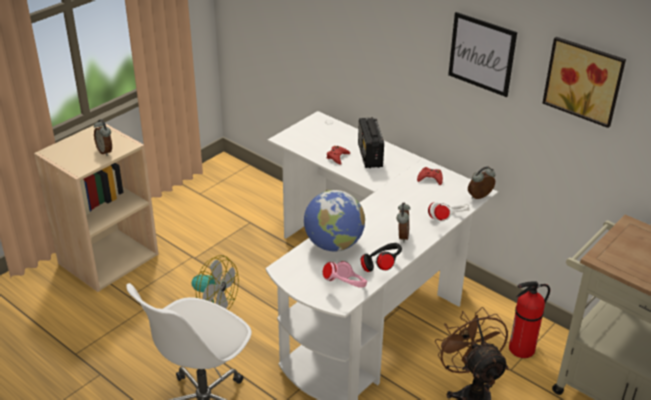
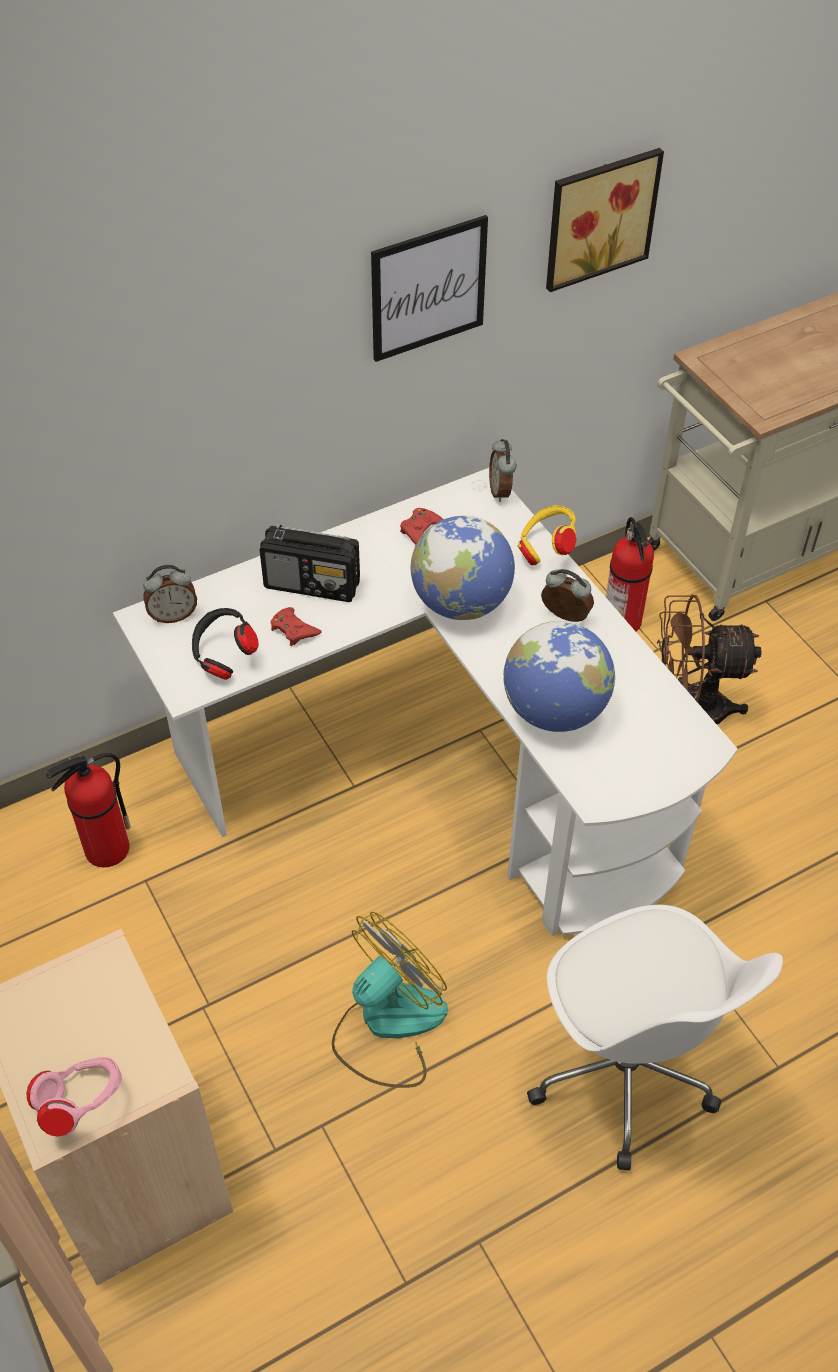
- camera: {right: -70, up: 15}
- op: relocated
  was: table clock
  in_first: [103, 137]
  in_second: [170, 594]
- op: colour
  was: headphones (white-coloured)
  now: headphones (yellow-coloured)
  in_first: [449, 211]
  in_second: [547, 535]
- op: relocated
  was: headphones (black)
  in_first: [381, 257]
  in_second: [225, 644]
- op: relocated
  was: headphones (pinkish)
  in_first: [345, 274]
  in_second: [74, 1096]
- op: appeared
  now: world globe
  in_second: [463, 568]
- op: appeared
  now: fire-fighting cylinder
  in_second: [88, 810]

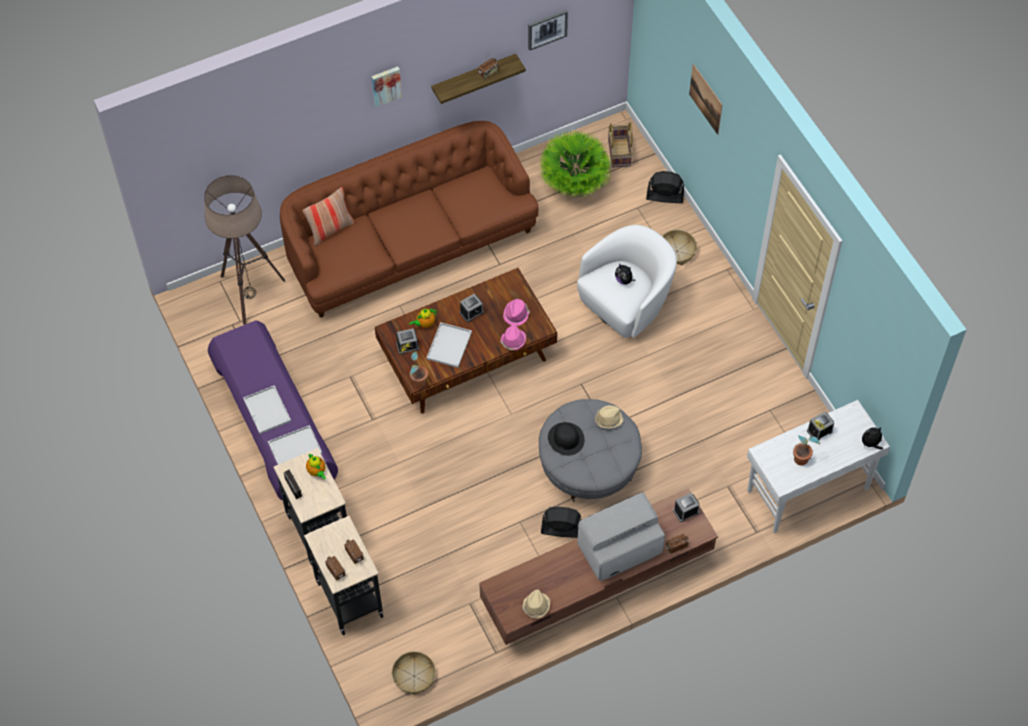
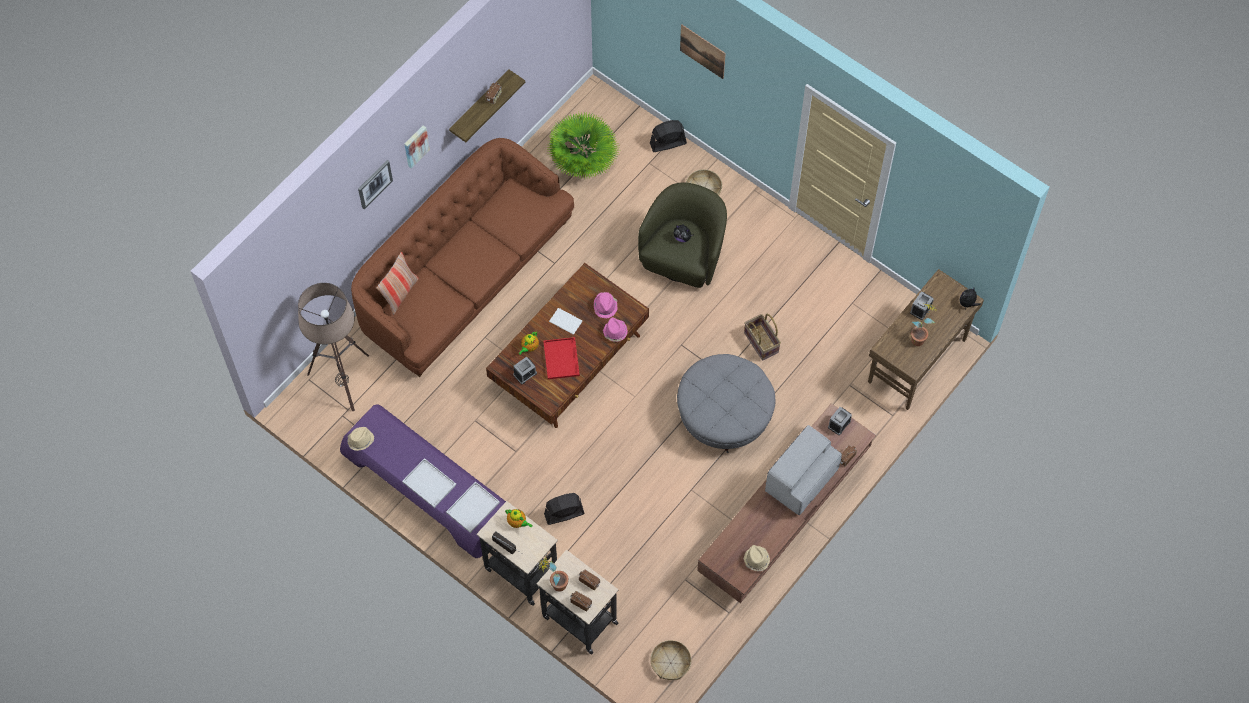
- camera: {right: -25, up: 5}
- op: relocated
  was: picture
  in_first: [548, 30]
  in_second: [375, 184]
- op: relocated
  was: household basket
  in_first: [620, 145]
  in_second: [762, 337]
- op: colour
  was: easy chair (white-coloured)
  now: easy chair (green-coloured)
  in_first: [627, 281]
  in_second: [682, 235]
- op: exchanged
  was: table clock
  now: bound book (white-coloured)
  in_first: [472, 308]
  in_second: [565, 321]
- op: colour
  was: serving tray (white-coloured)
  now: serving tray (reddish)
  in_first: [449, 345]
  in_second: [561, 358]
- op: relocated
  was: houseplant
  in_first: [413, 365]
  in_second: [553, 574]
- op: colour
  was: hall table (white-coloured)
  now: hall table (brown)
  in_first: [818, 466]
  in_second: [926, 339]
- op: relocated
  was: hat (beige)
  in_first: [609, 417]
  in_second: [360, 439]
- op: missing
  was: hat (black)
  in_first: [566, 439]
- op: relocated
  was: fan (black)
  in_first: [561, 522]
  in_second: [564, 509]

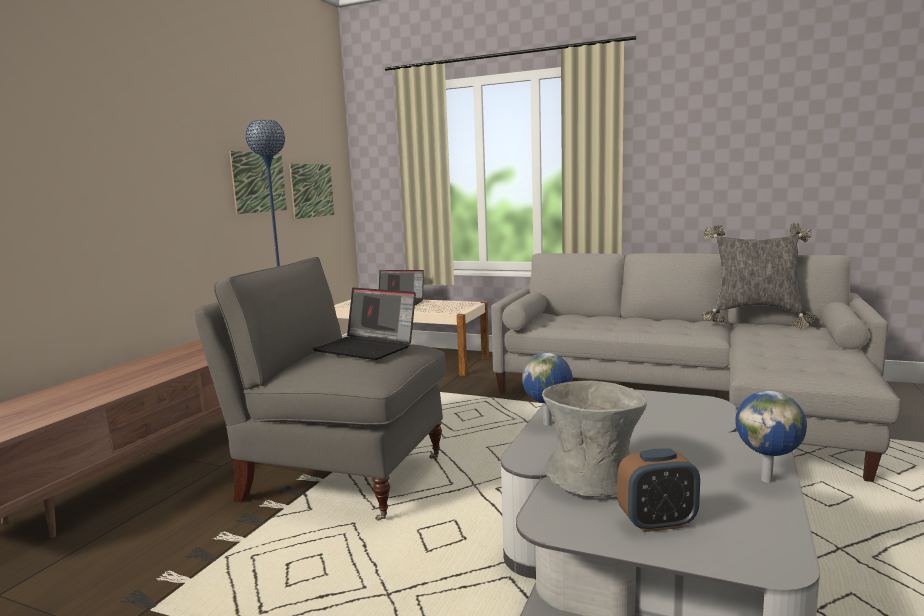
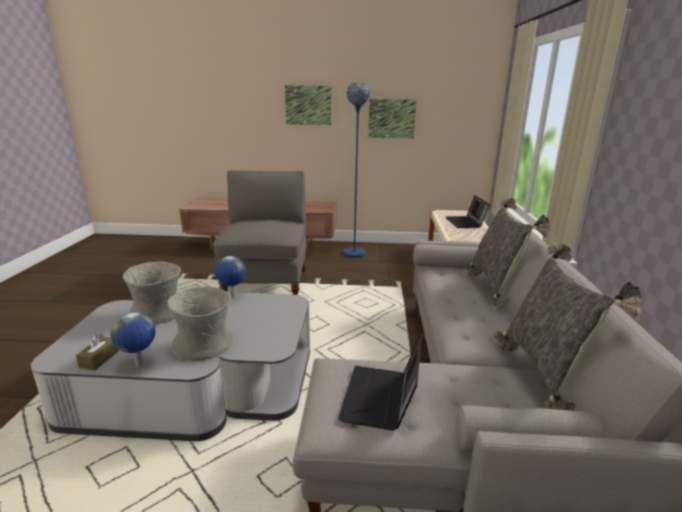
- camera: {right: 70, up: 10}
- op: relocated
  was: picture
  in_first: [311, 191]
  in_second: [308, 105]
- op: relocated
  was: notebook computer
  in_first: [364, 324]
  in_second: [380, 382]
- op: missing
  was: table clock
  in_first: [658, 490]
- op: appeared
  now: pillow
  in_second: [507, 253]
- op: appeared
  now: vase (gray)
  in_second: [200, 324]
- op: appeared
  now: tissue holder (brown)
  in_second: [97, 351]

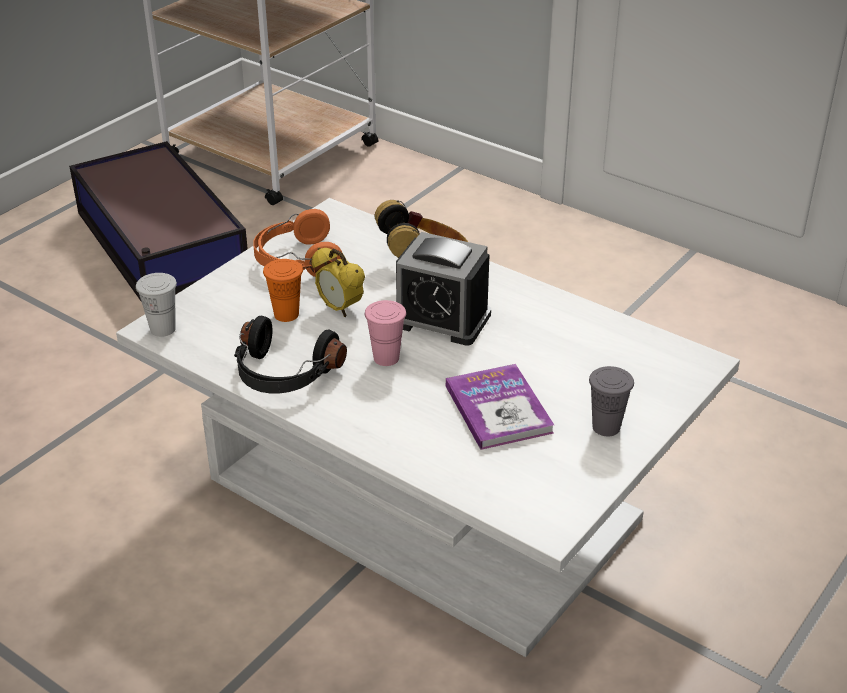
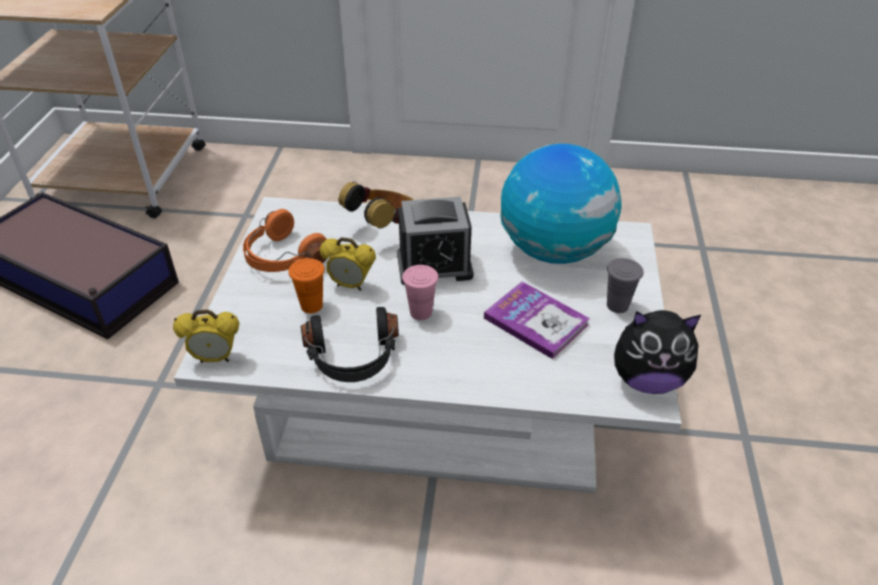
- camera: {right: -30, up: 5}
- op: exchanged
  was: small cup (white-coloured)
  now: table clock
  in_first: [156, 305]
  in_second: [206, 336]
- op: appeared
  now: world globe
  in_second: [561, 204]
- op: appeared
  now: plush toy
  in_second: [657, 352]

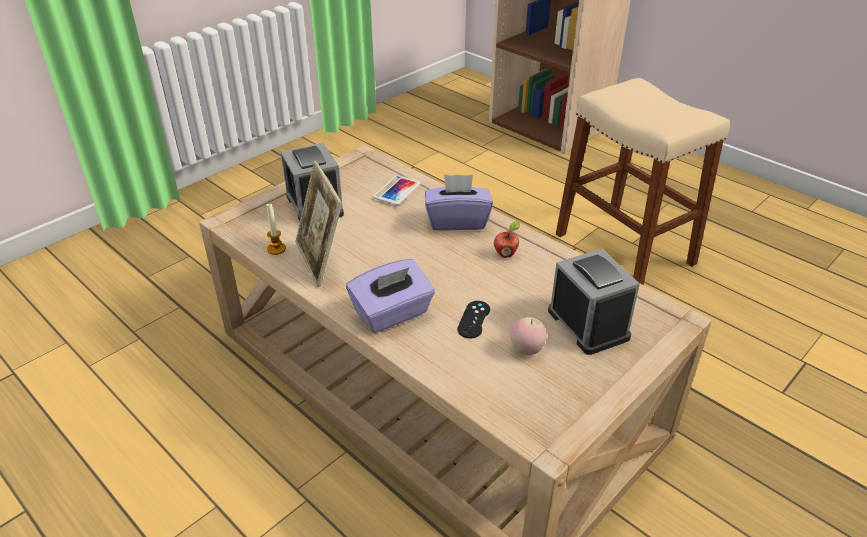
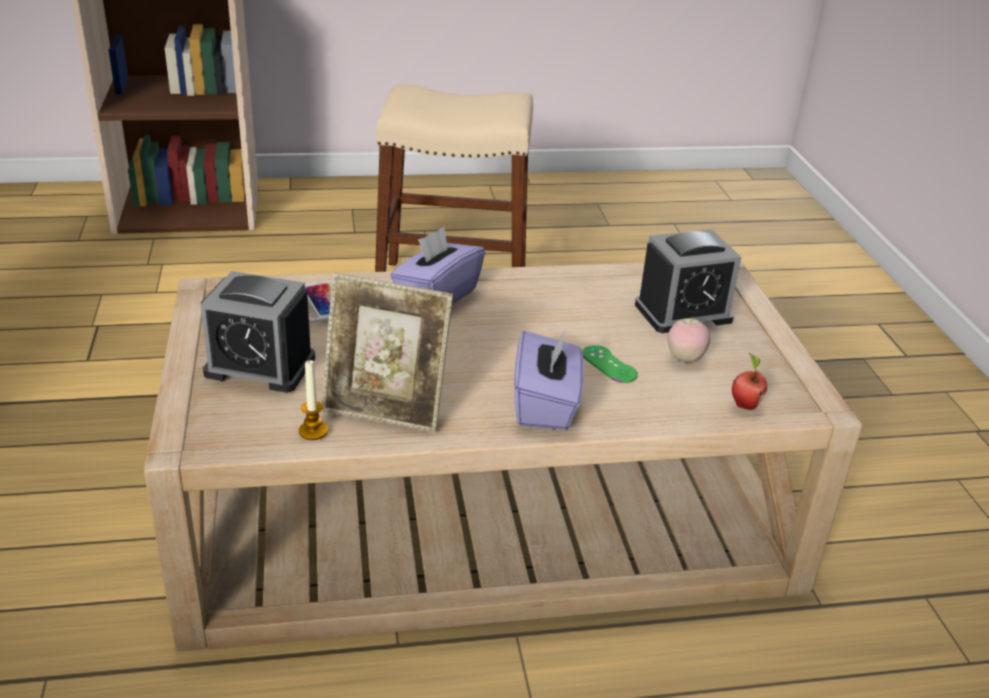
- camera: {right: -55, up: -5}
- op: relocated
  was: whole apple
  in_first: [507, 240]
  in_second: [749, 381]
- op: spun
  was: table clock
  in_first: [594, 302]
  in_second: [688, 281]
  clockwise: 150
- op: colour
  was: gamepad (black)
  now: gamepad (green-coloured)
  in_first: [473, 319]
  in_second: [610, 364]

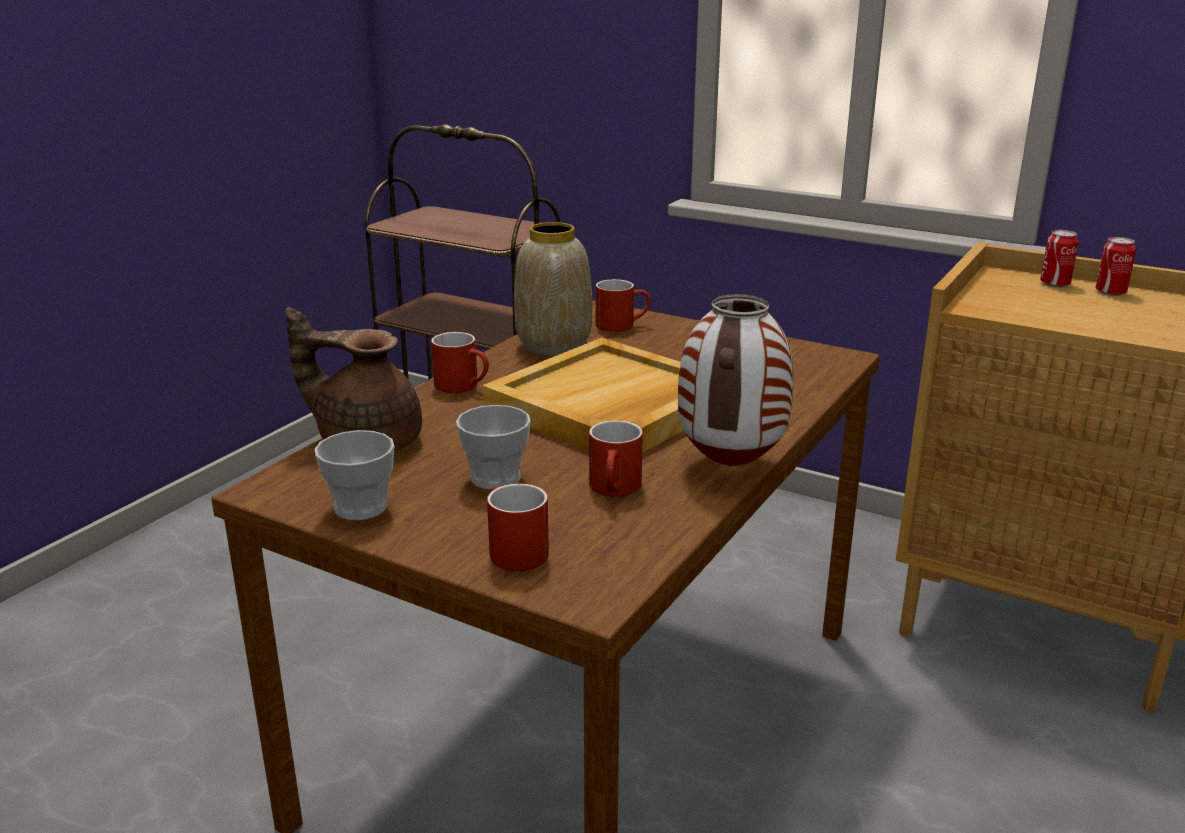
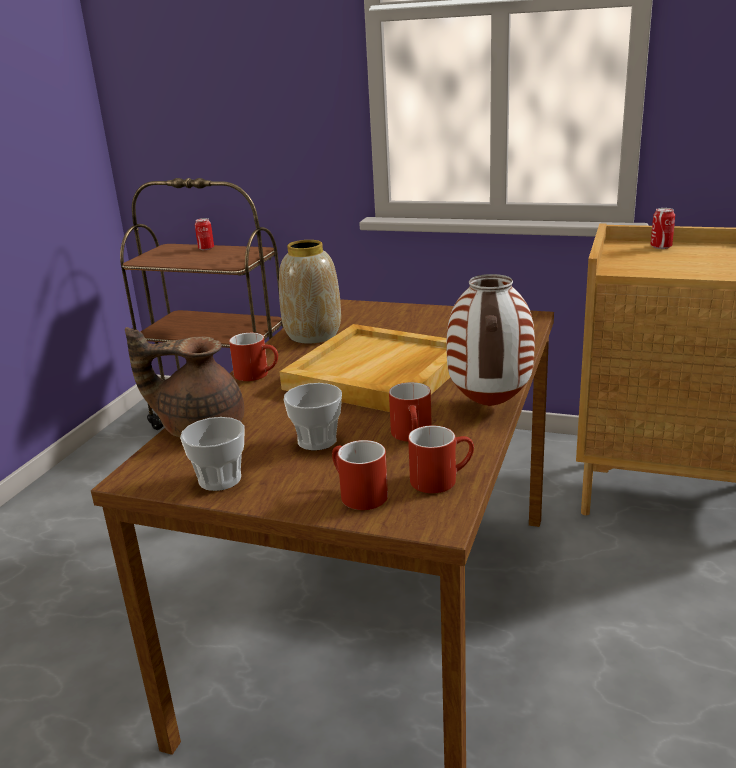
- camera: {right: -10, up: 0}
- op: relocated
  was: metal can
  in_first: [1116, 266]
  in_second: [204, 234]
- op: relocated
  was: mug (reddish)
  in_first: [623, 305]
  in_second: [441, 459]

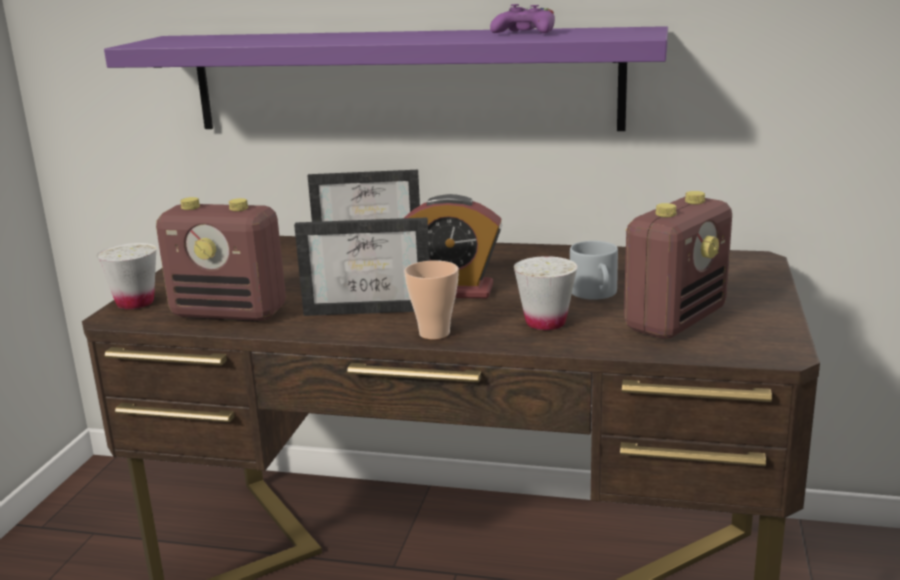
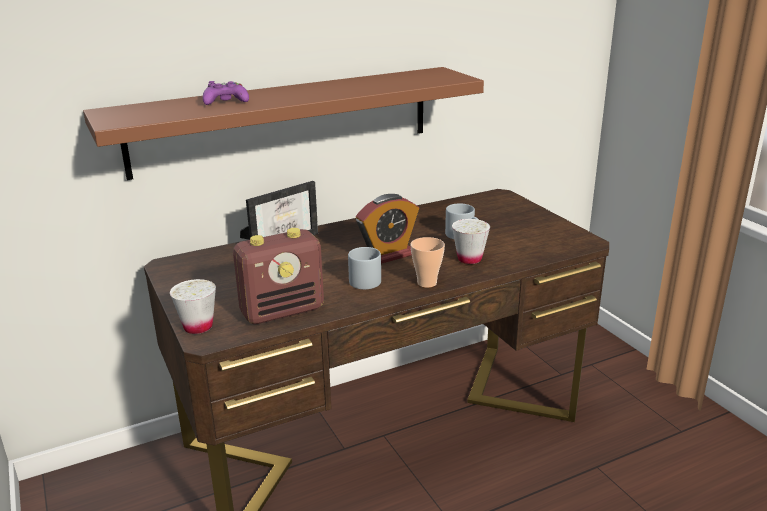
- camera: {right: -40, up: 5}
- op: relocated
  was: gamepad (purple)
  in_first: [522, 18]
  in_second: [226, 93]
- op: colour
  was: shelf (purple)
  now: shelf (brown)
  in_first: [386, 78]
  in_second: [283, 123]
- op: missing
  was: radio set
  in_first: [678, 265]
- op: exchanged
  was: standing frame
  now: mug (gray)
  in_first: [362, 266]
  in_second: [364, 268]

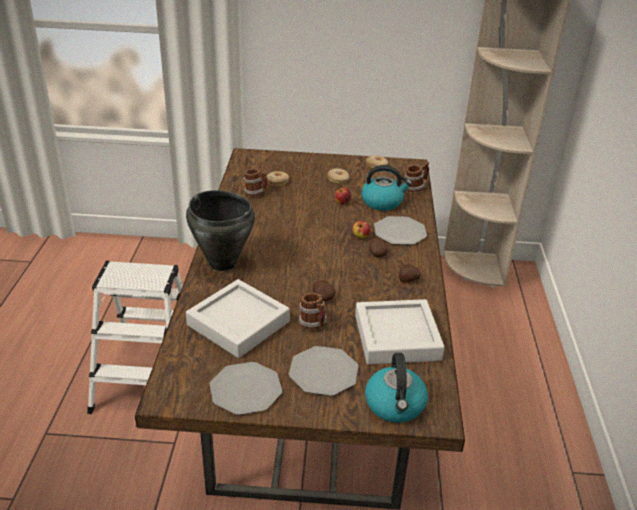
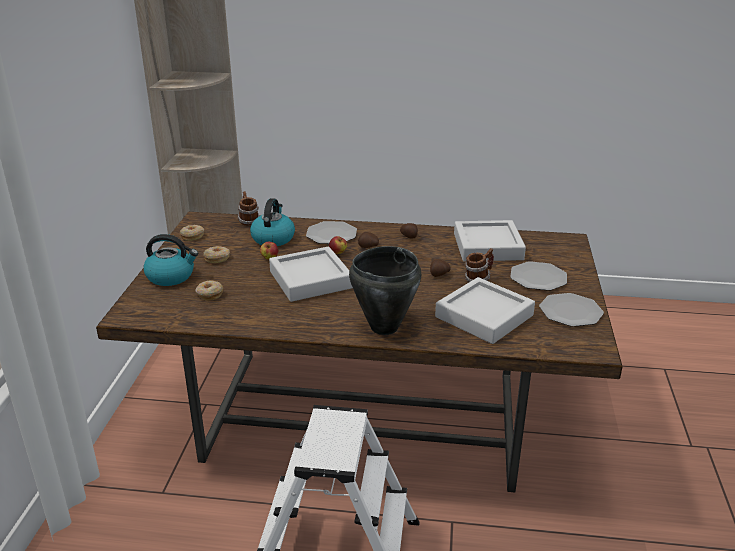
- camera: {right: -85, up: -5}
- op: missing
  was: mug
  in_first: [255, 182]
- op: relocated
  was: water kettle
  in_first: [396, 388]
  in_second: [170, 260]
- op: appeared
  now: serving tray (gray)
  in_second: [311, 274]

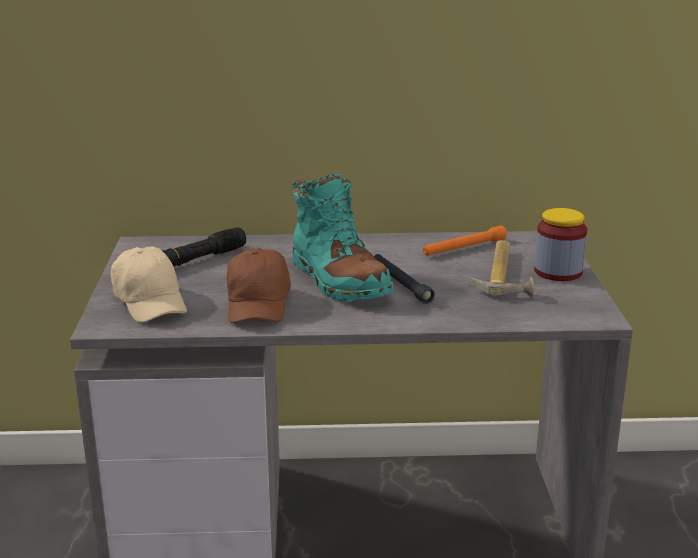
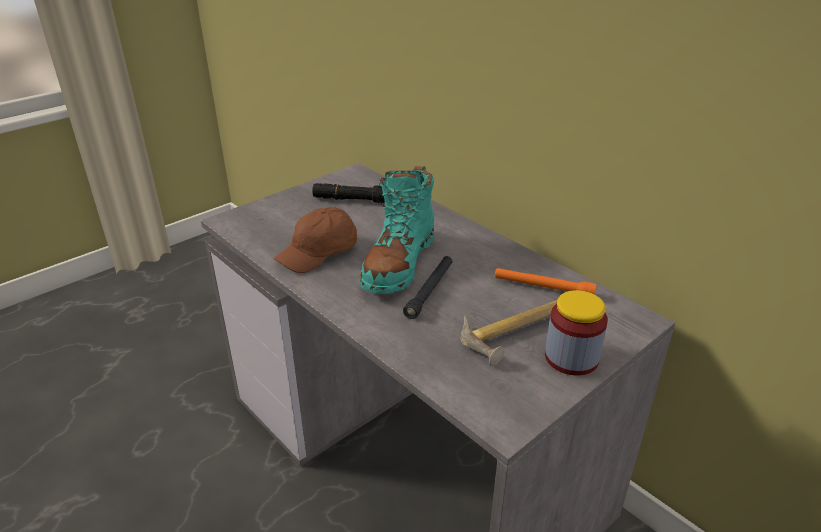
- camera: {right: 50, up: 10}
- op: missing
  was: cap (beige)
  in_first: [149, 284]

